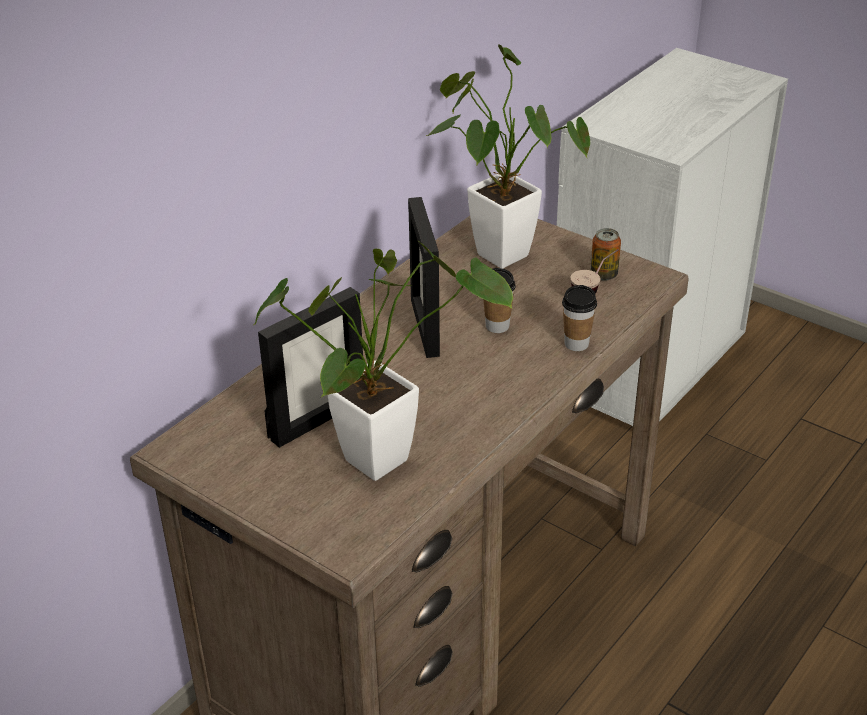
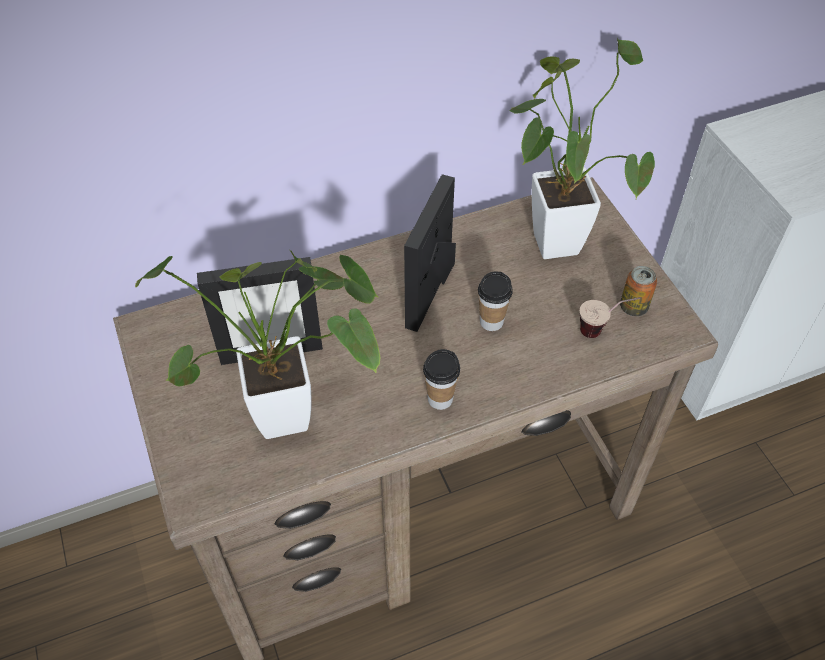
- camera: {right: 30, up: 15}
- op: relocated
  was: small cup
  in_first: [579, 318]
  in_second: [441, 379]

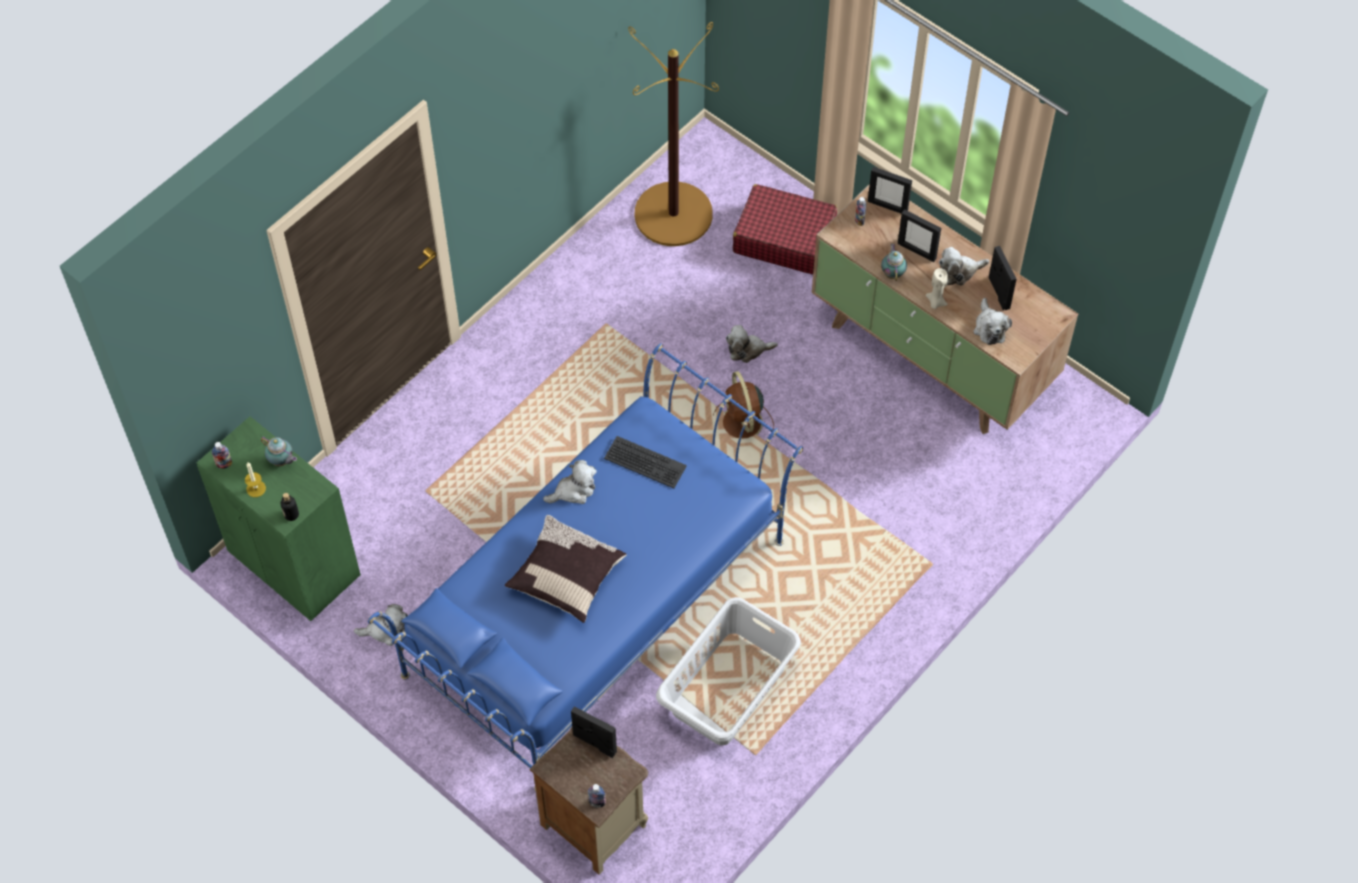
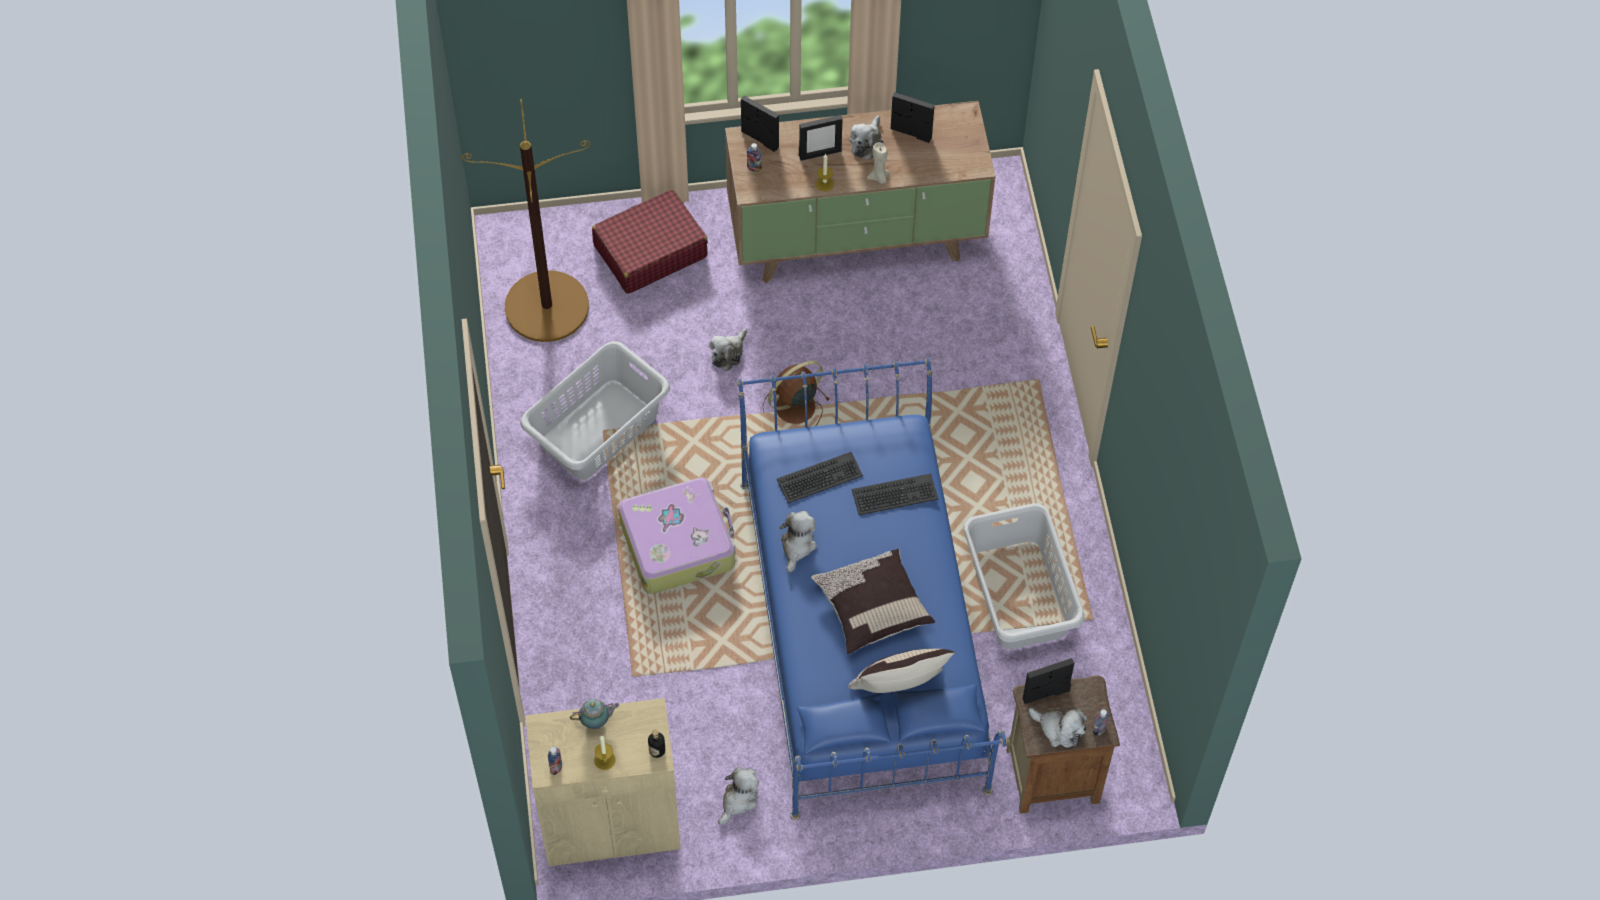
- camera: {right: -50, up: 0}
- op: spun
  was: standing frame
  in_first: [890, 190]
  in_second: [760, 124]
  clockwise: -120
- op: exchanged
  was: teapot
  now: wax light
  in_first: [894, 262]
  in_second: [825, 172]
- op: relocated
  was: plush toy
  in_first: [992, 321]
  in_second: [1058, 728]
- op: spun
  was: fan (brown)
  in_first: [743, 406]
  in_second: [796, 393]
  clockwise: 120
- op: colour
  was: storage cabinet (green-coloured)
  now: storage cabinet (beige)
  in_first: [279, 518]
  in_second: [603, 782]
- op: appeared
  now: washing basket (gray)
  in_second: [595, 410]
- op: appeared
  now: PC keyboard
  in_second: [895, 494]
- op: appeared
  now: travel case
  in_second: [677, 535]
- op: appeared
  now: pillow
  in_second: [901, 671]

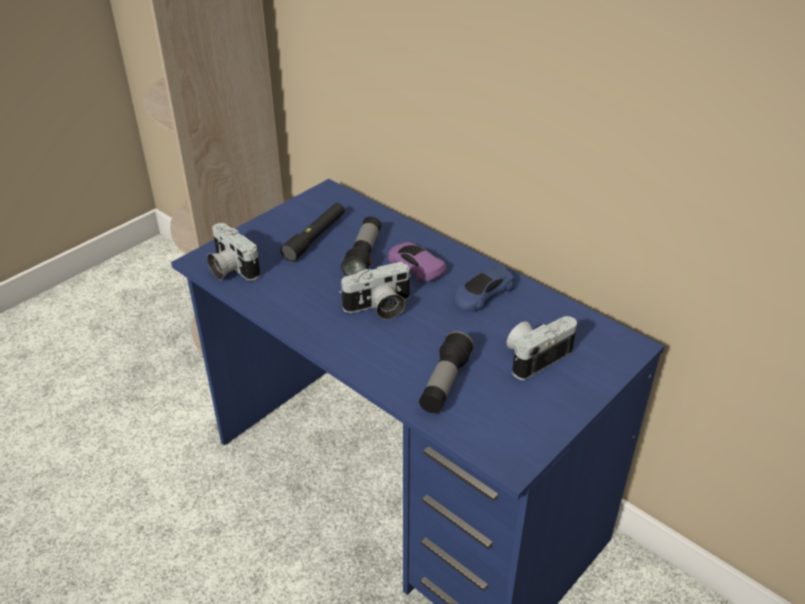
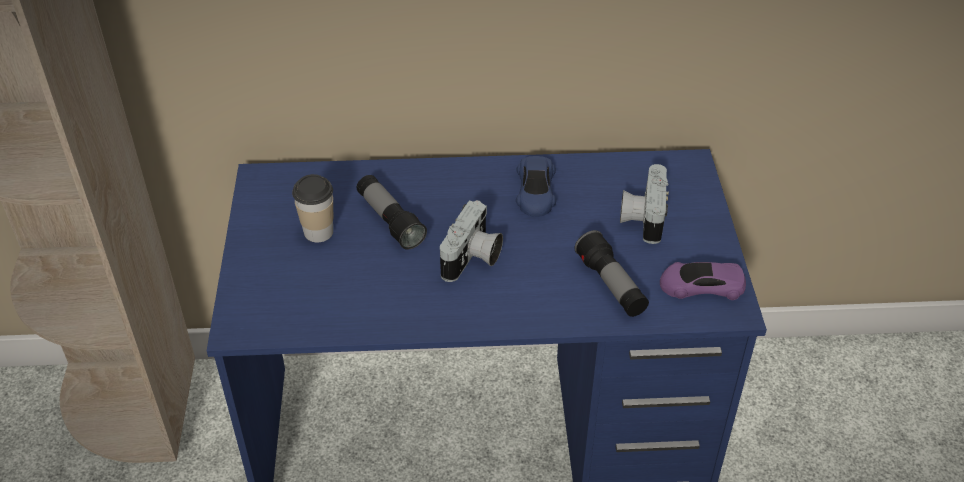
- camera: {right: -45, up: 5}
- op: exchanged
  was: flashlight (black)
  now: small cup
  in_first: [312, 232]
  in_second: [312, 208]
- op: missing
  was: still camera
  in_first: [234, 252]
- op: relocated
  was: miniature car (purple)
  in_first: [417, 262]
  in_second: [703, 281]

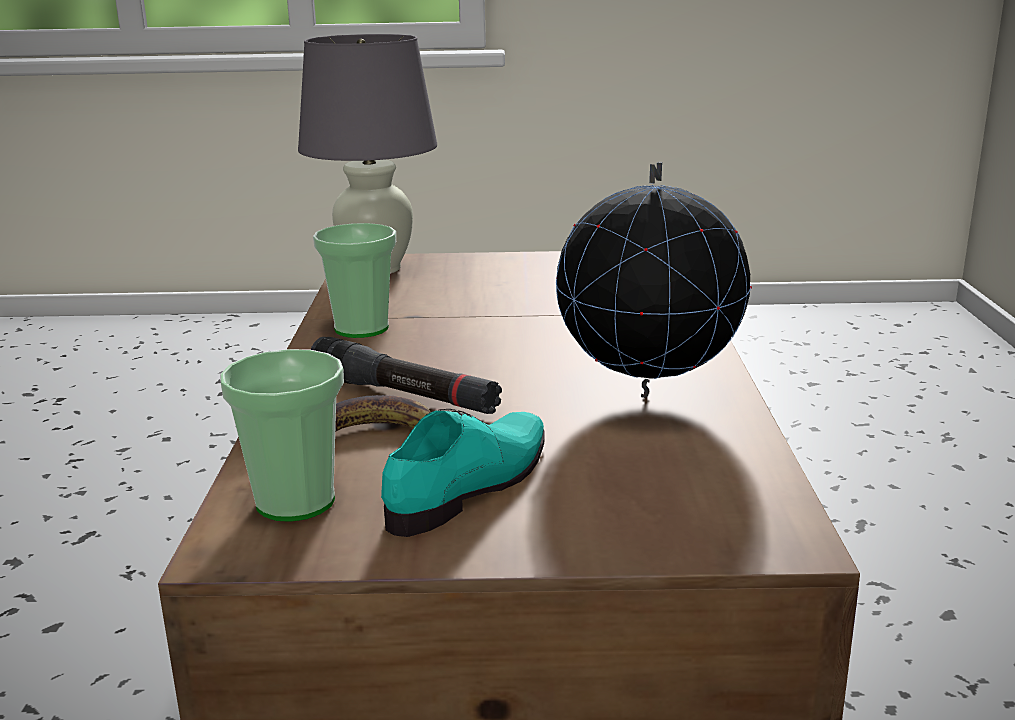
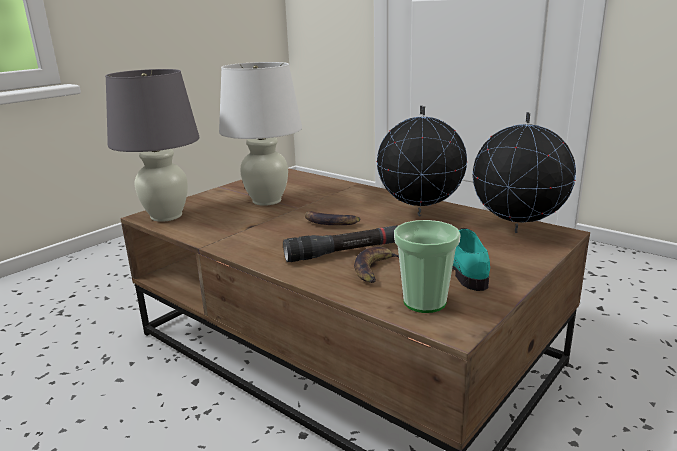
- camera: {right: -50, up: 0}
- op: missing
  was: small cup
  in_first: [354, 280]
- op: appeared
  now: table lamp (white-coloured)
  in_second: [260, 134]
- op: appeared
  now: world globe
  in_second: [524, 172]
- op: appeared
  now: whole banana
  in_second: [332, 218]

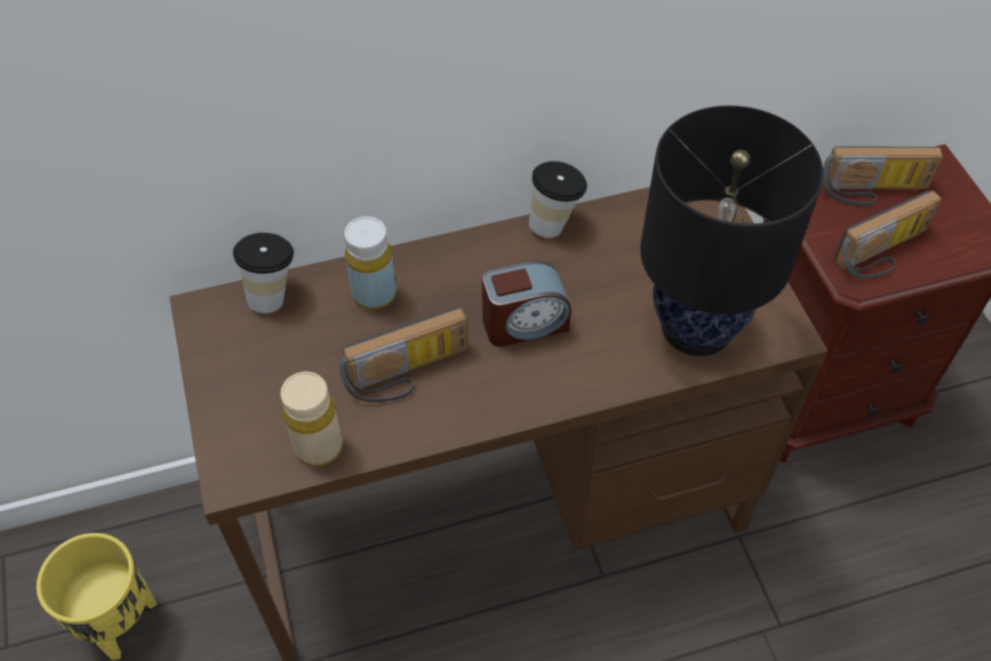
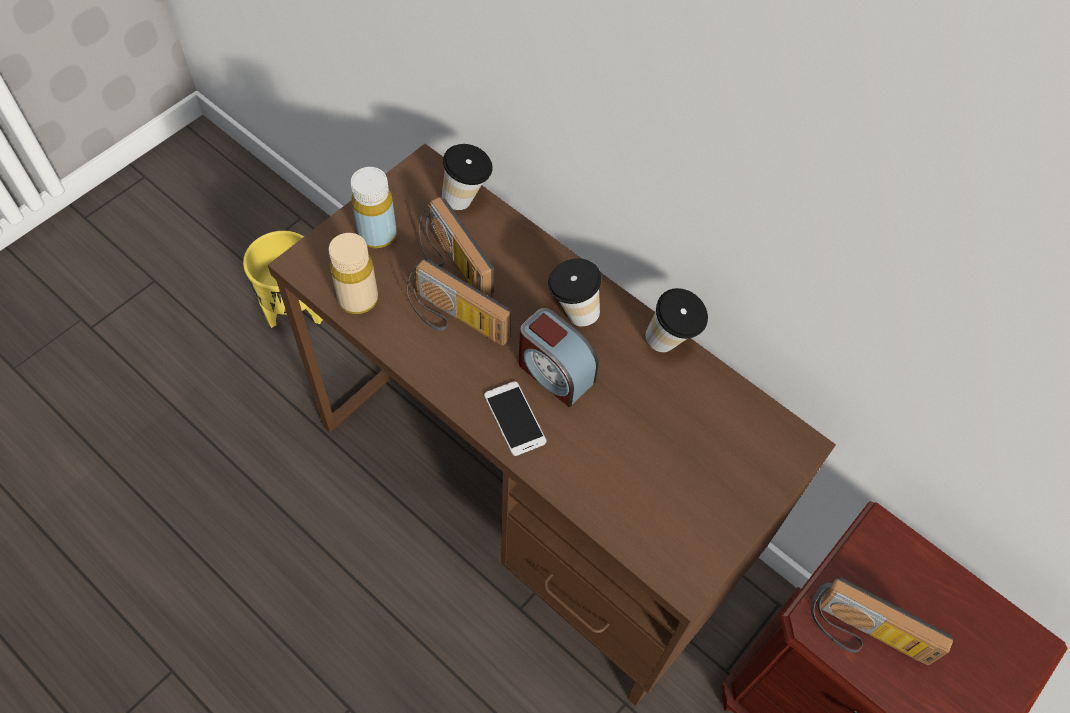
- camera: {right: 55, up: 5}
- op: missing
  was: table lamp (black)
  in_first: [732, 231]
- op: relocated
  was: radio set
  in_first: [883, 176]
  in_second: [456, 247]
- op: relocated
  was: drink bottle (yellow-coloured)
  in_first: [370, 263]
  in_second: [374, 207]
- op: appeared
  now: small cup
  in_second: [574, 292]
- op: appeared
  now: handset
  in_second: [515, 418]

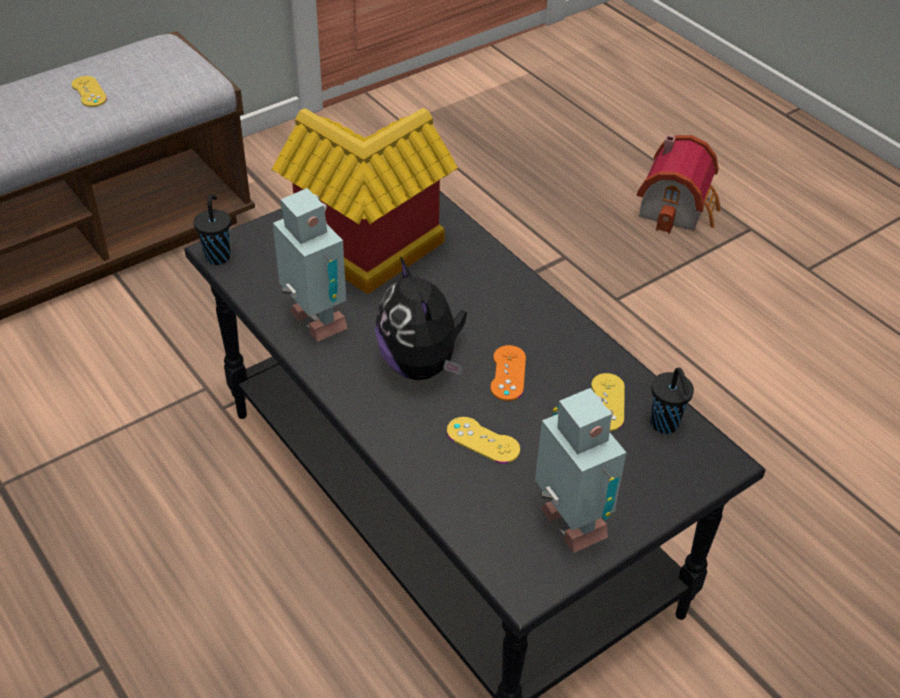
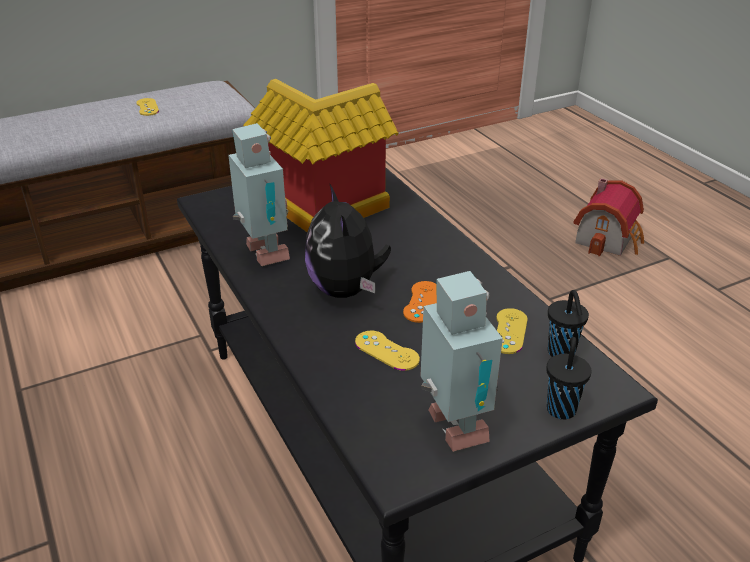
- camera: {right: 10, up: -10}
- op: relocated
  was: small cup (black)
  in_first: [212, 229]
  in_second: [569, 378]

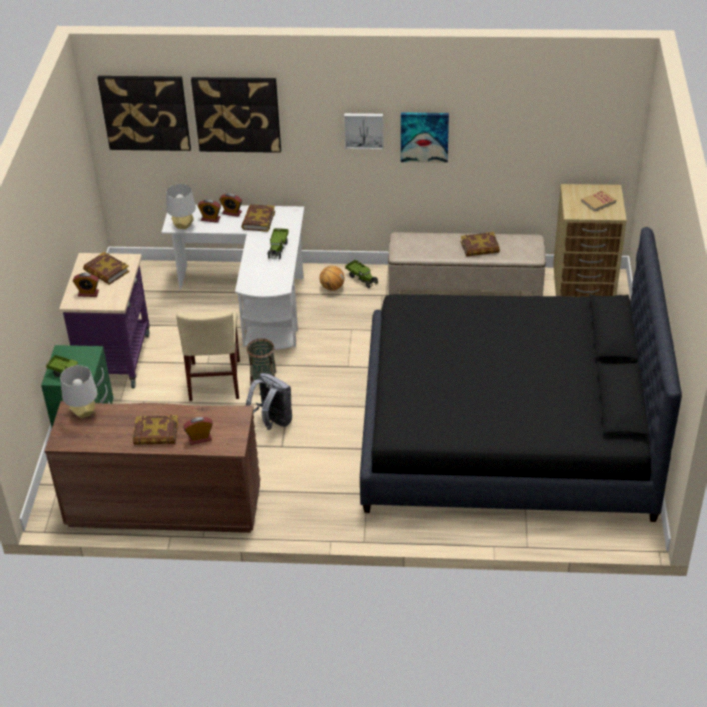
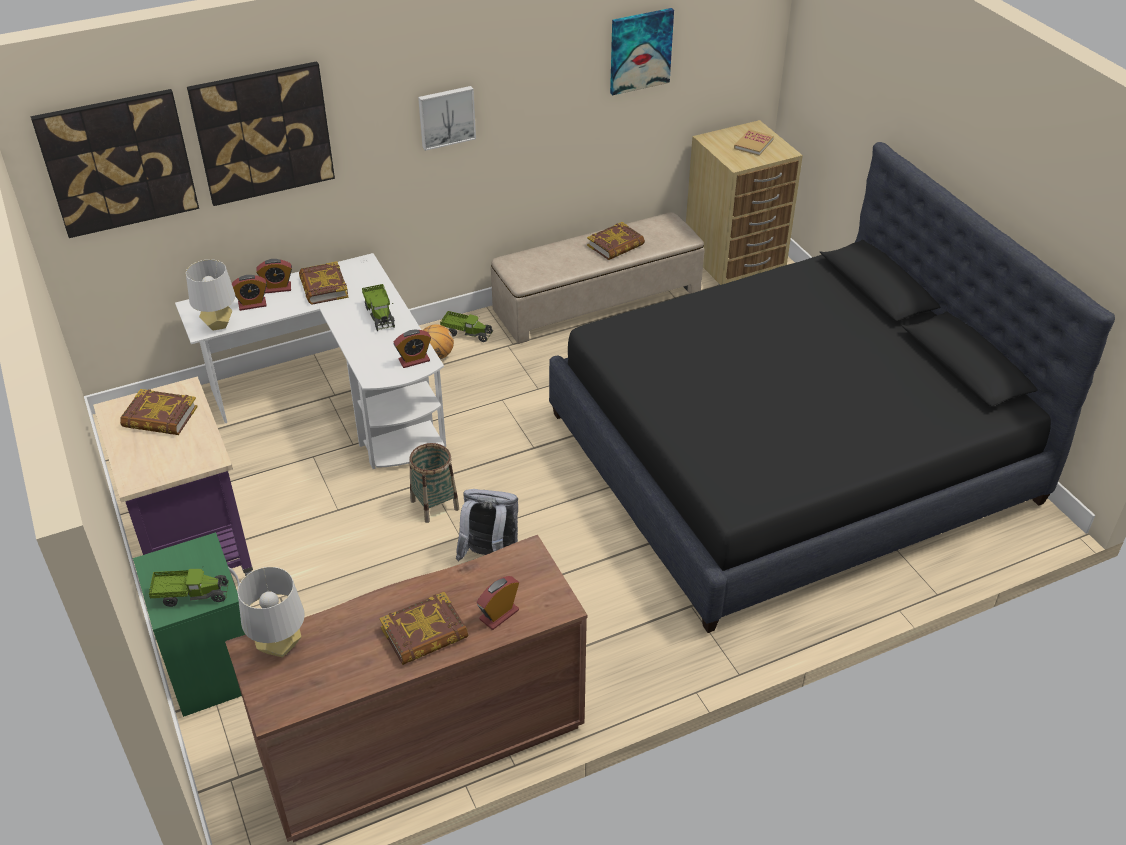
- camera: {right: -30, up: 0}
- op: relocated
  was: picture
  in_first: [425, 137]
  in_second: [642, 51]
- op: relocated
  was: table clock
  in_first: [86, 285]
  in_second: [412, 349]
- op: missing
  was: upright chair (beige)
  in_first: [208, 356]

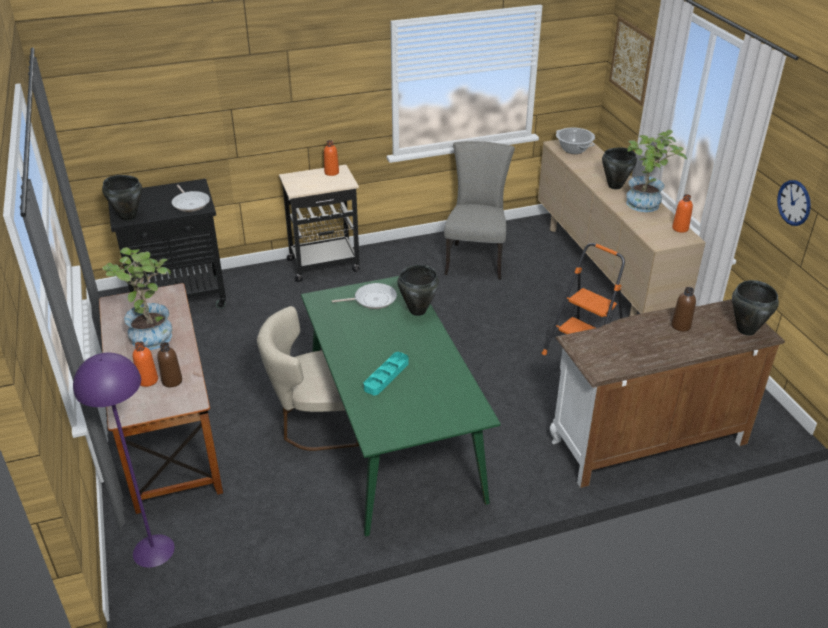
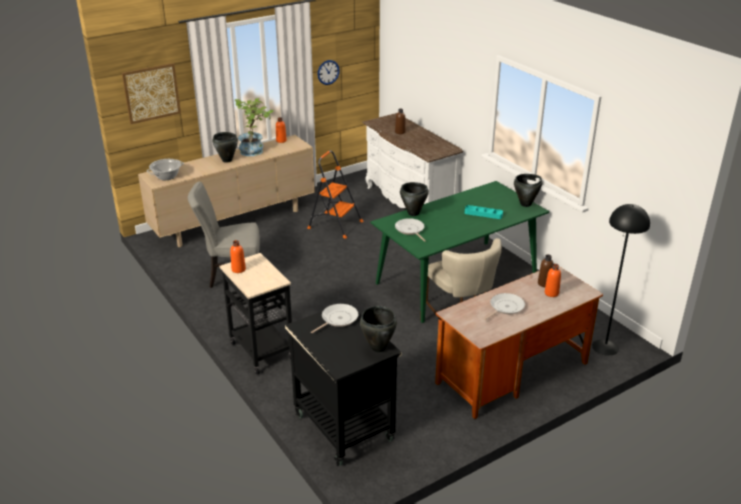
- camera: {right: -105, up: -5}
- op: exchanged
  was: houseplant
  now: frying pan
  in_first: [137, 298]
  in_second: [504, 306]
- op: relocated
  was: saucepot (black)
  in_first: [755, 307]
  in_second: [528, 190]
- op: colour
  was: standing lamp (purple)
  now: standing lamp (black)
  in_first: [124, 460]
  in_second: [621, 280]

